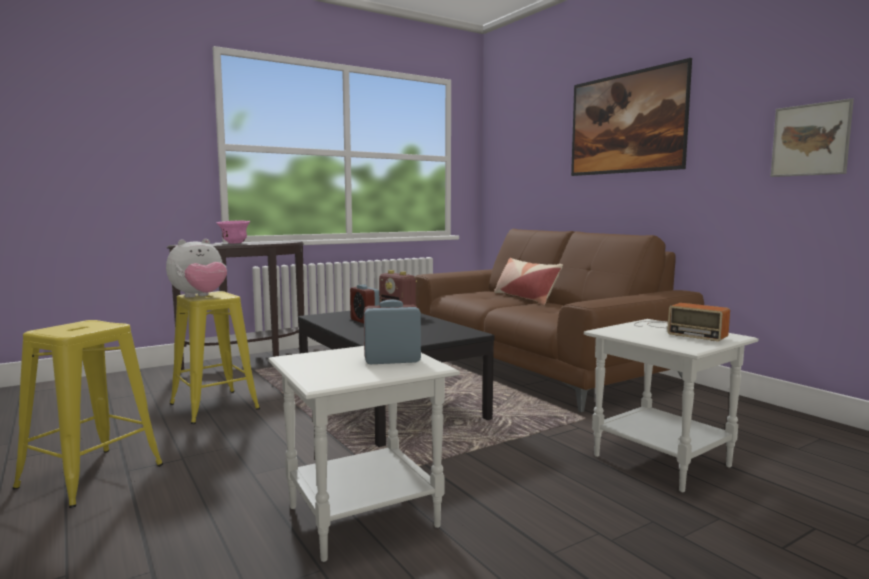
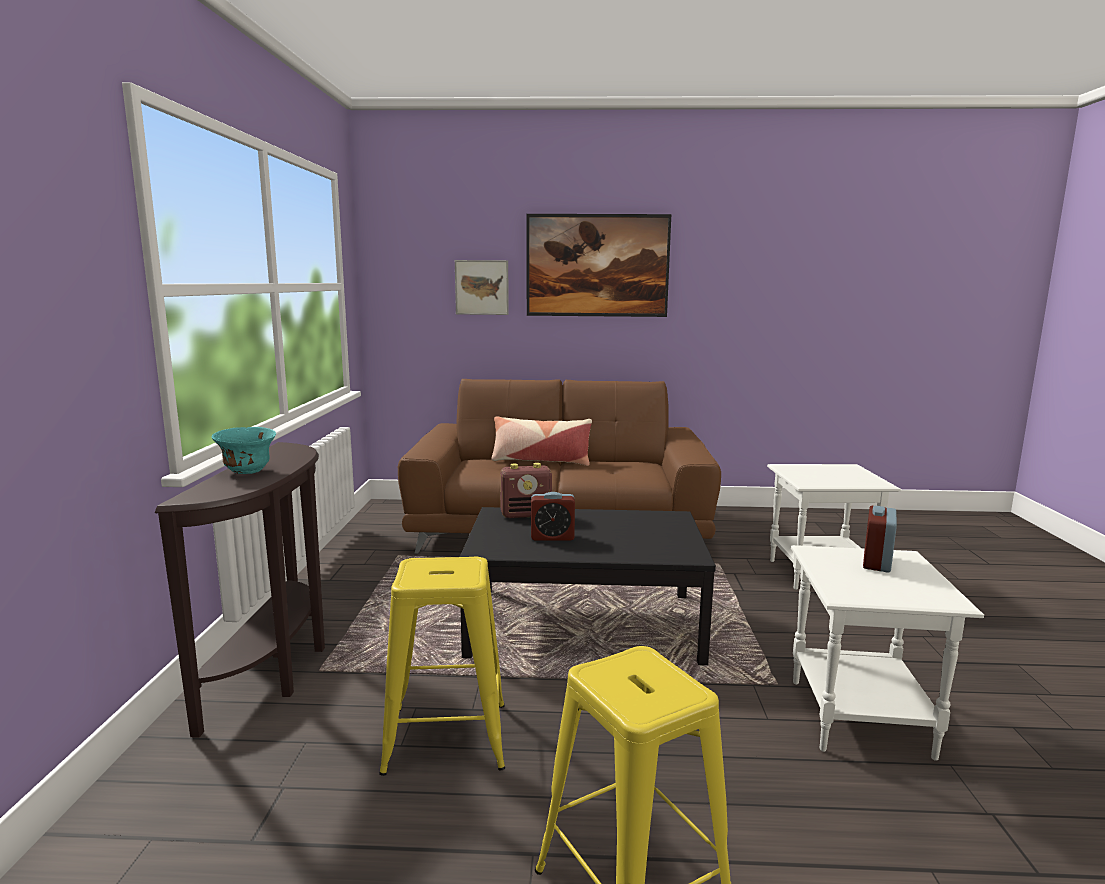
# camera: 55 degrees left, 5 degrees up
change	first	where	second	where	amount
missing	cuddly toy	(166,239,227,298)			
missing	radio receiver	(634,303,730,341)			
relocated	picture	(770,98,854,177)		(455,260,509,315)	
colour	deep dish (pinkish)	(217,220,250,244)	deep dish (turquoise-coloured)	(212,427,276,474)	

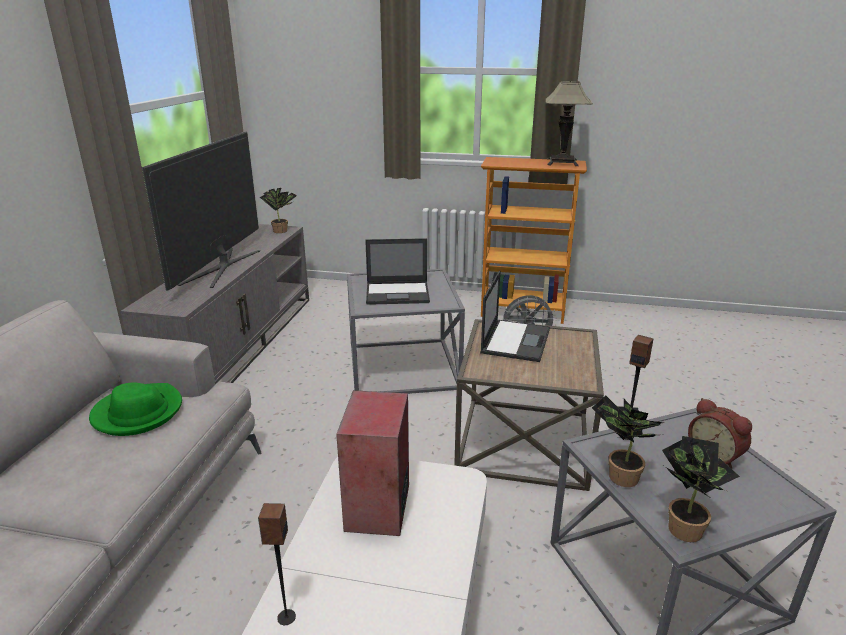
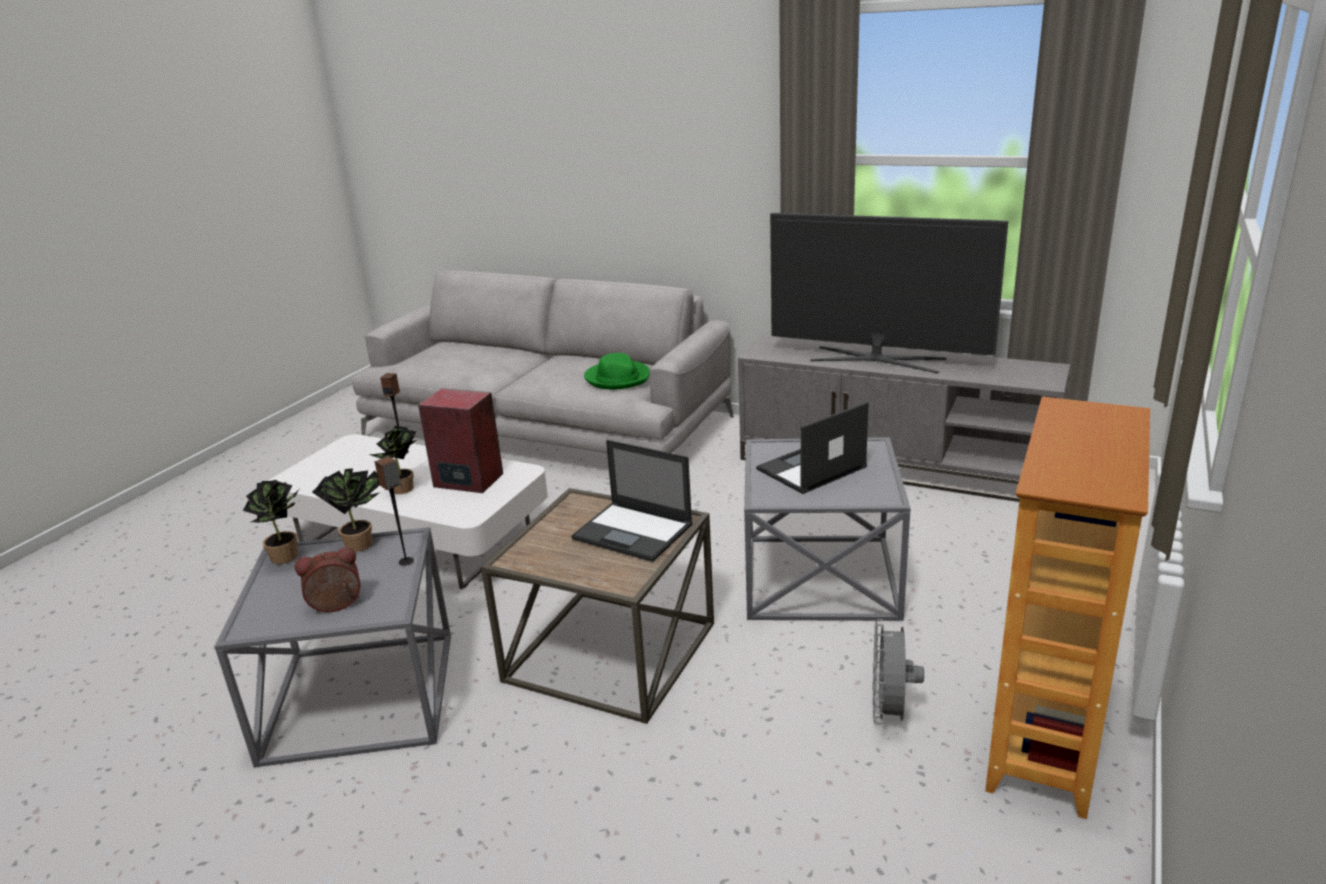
# camera: 105 degrees right, 0 degrees up
change	first	where	second	where	amount
missing	tabletop lamp	(546,81,593,166)			
relocated	plant in a pot	(260,188,297,233)		(369,426,417,494)	
spun	portable computer	(365,238,430,305)		(756,402,869,494)	45 degrees clockwise

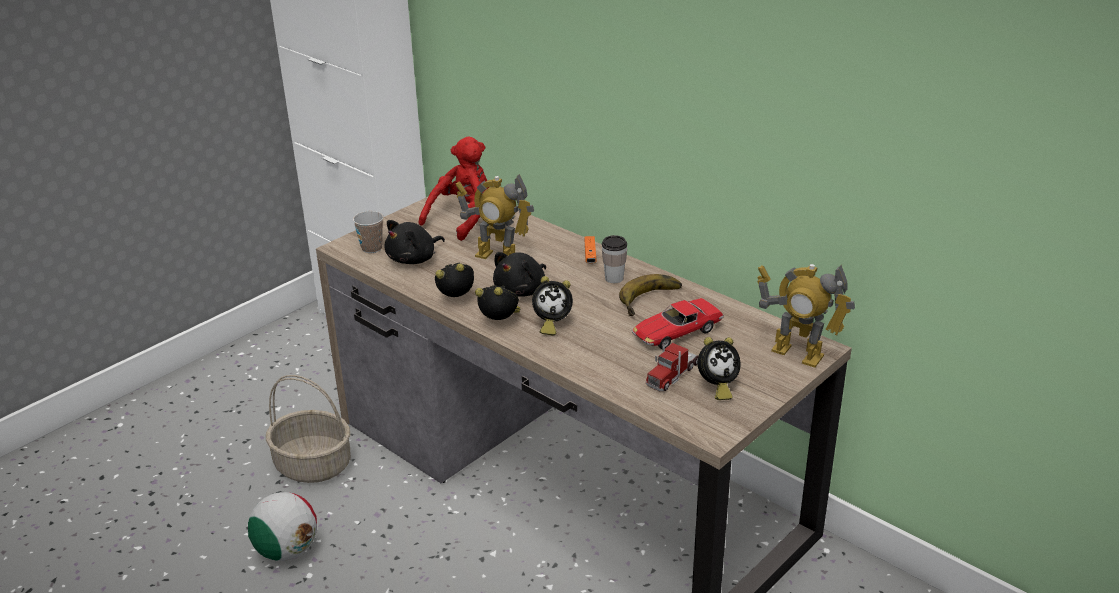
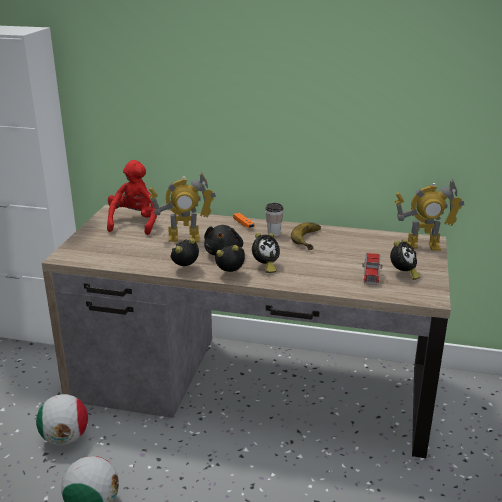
# camera: 30 degrees left, 5 degrees down
change	first	where	second	where	amount
missing	cup	(353,211,383,253)			
missing	cuddly toy (black-coloured)	(384,220,445,264)			
missing	model car	(632,298,724,349)			
exchanged	storage basket	(266,375,351,483)	ball for football	(36,394,88,446)	

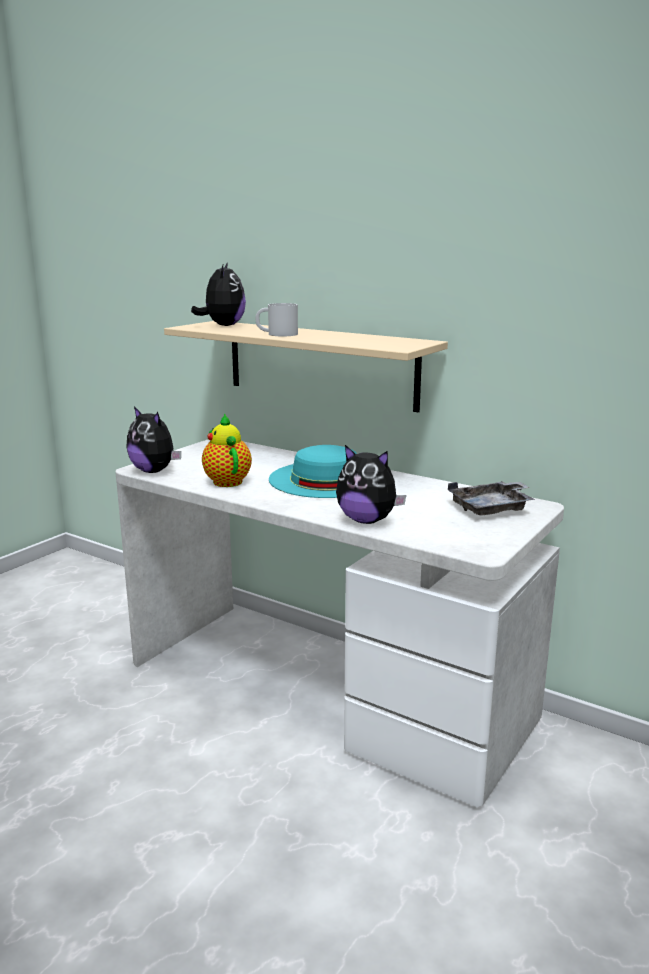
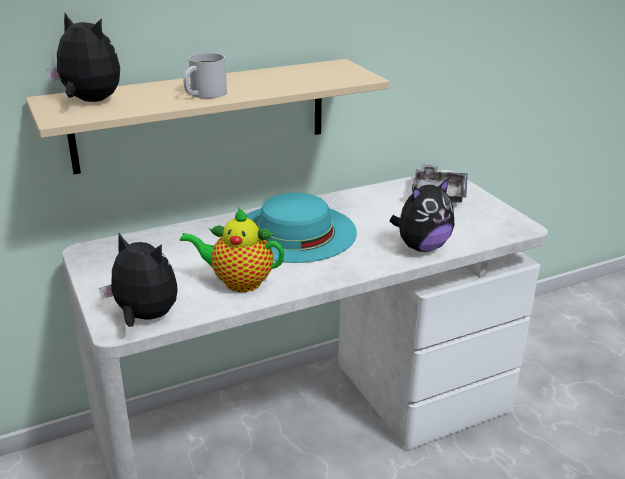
# camera: 60 degrees left, 10 degrees up
change	first	where	second	where	amount
spun	cuddly toy	(126,407,181,473)		(99,233,178,327)	135 degrees counterclockwise

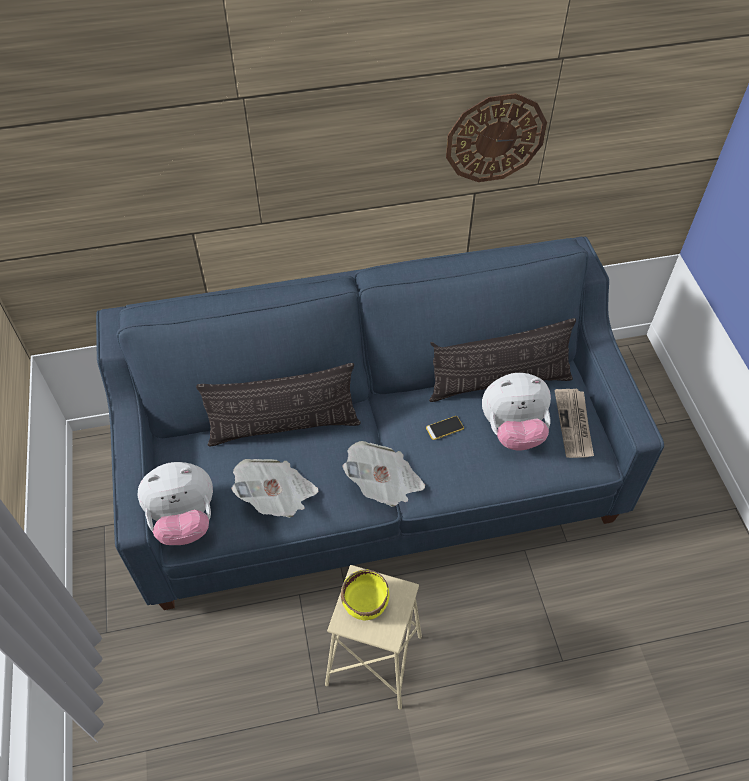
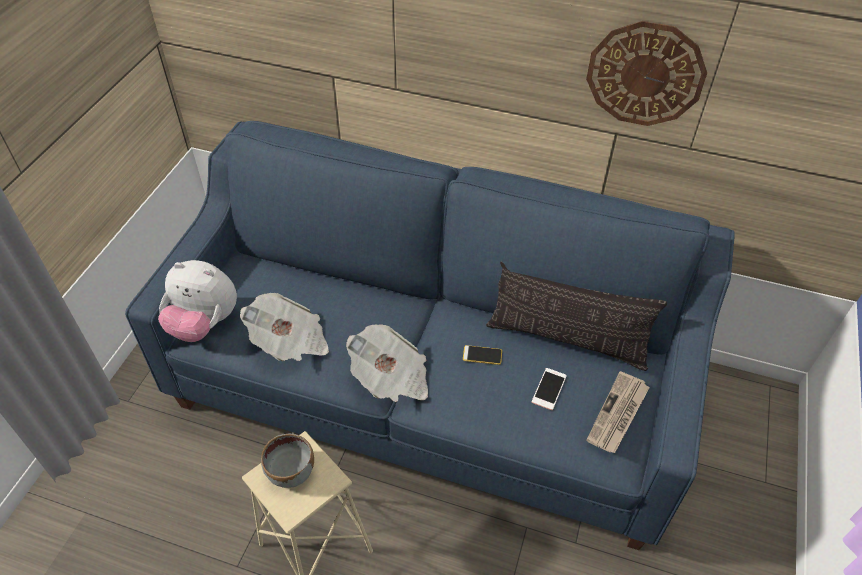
# camera: 30 degrees right, 5 degrees down
change	first	where	second	where	amount
missing	pillow	(196,363,361,447)			
exchanged	cuddly toy	(482,373,551,451)	phone	(532,368,567,410)	
colour	deep dish (yellow)	(341,569,389,621)	deep dish (greyish)	(261,433,314,488)	

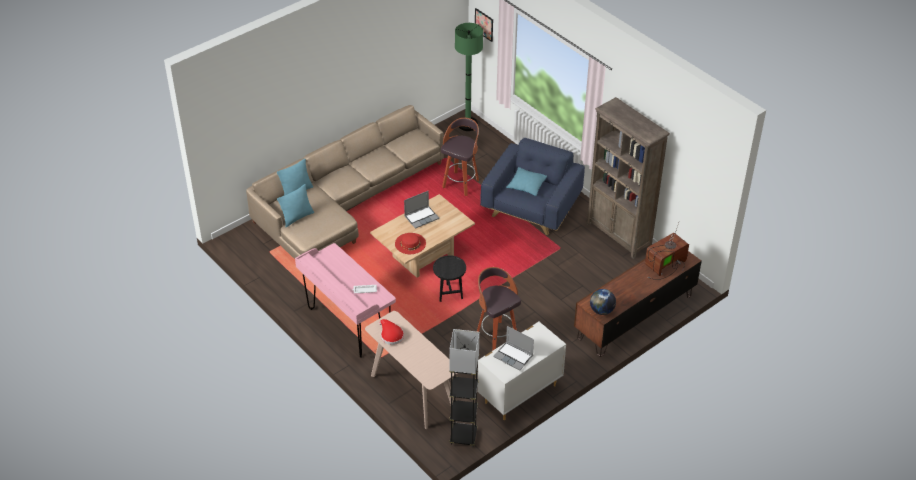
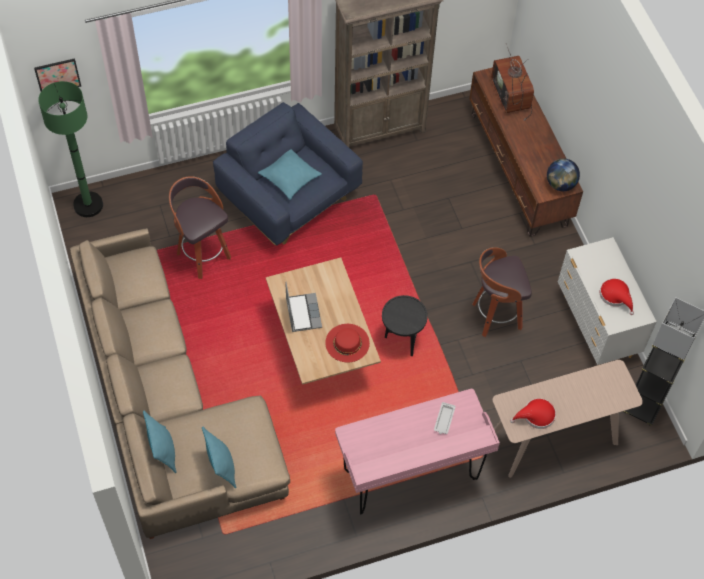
# camera: 70 degrees left, 15 degrees up
change	first	where	second	where	amount
exchanged	portable computer	(493,326,534,371)	clothing hat (reddish)	(600,279,634,315)	

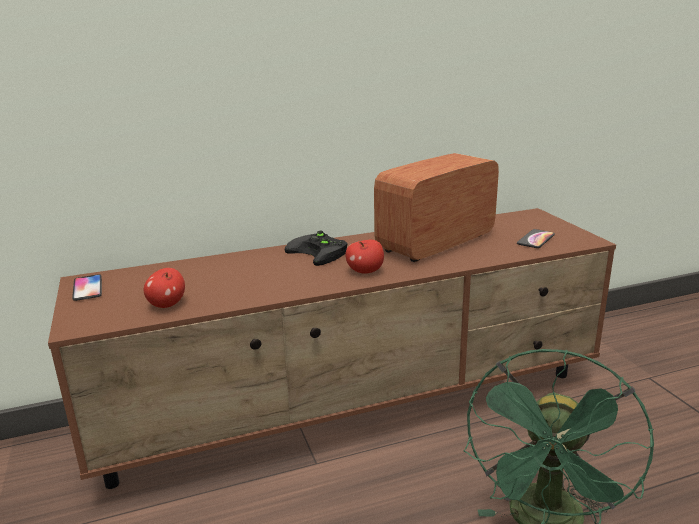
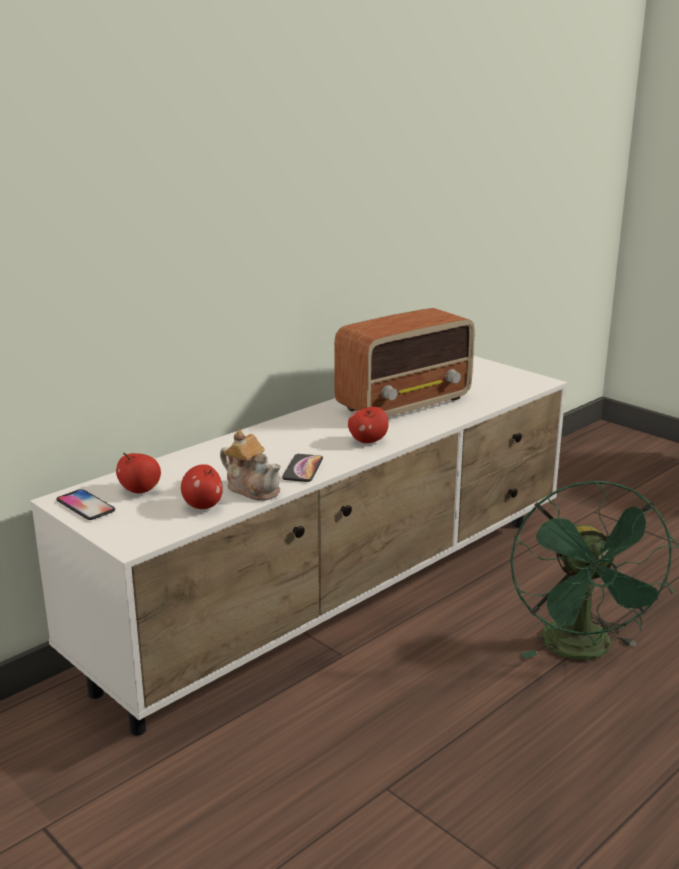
# camera: 25 degrees left, 0 degrees up
change	first	where	second	where	amount
missing	joypad (black-coloured)	(285,231,348,266)			
appeared			apple fruit	(116,453,161,493)	
appeared			teapot	(220,430,281,501)	
relocated	phone	(517,229,555,248)		(282,454,323,482)	
colour	media console (brownish)	(48,208,616,489)	media console (white)	(30,356,567,736)	
spun	radio receiver	(374,153,499,262)		(334,308,475,417)	150 degrees counterclockwise

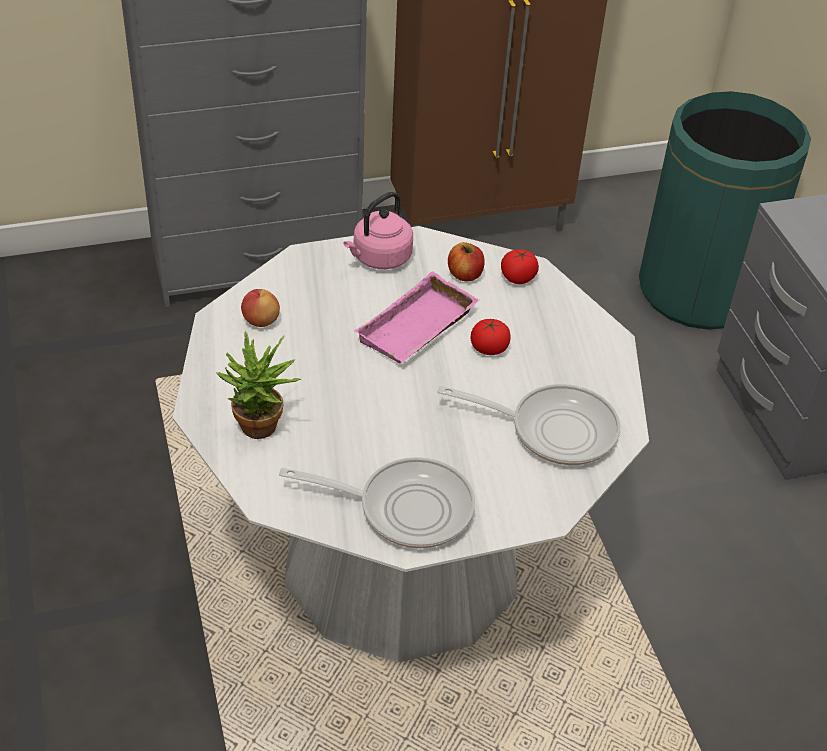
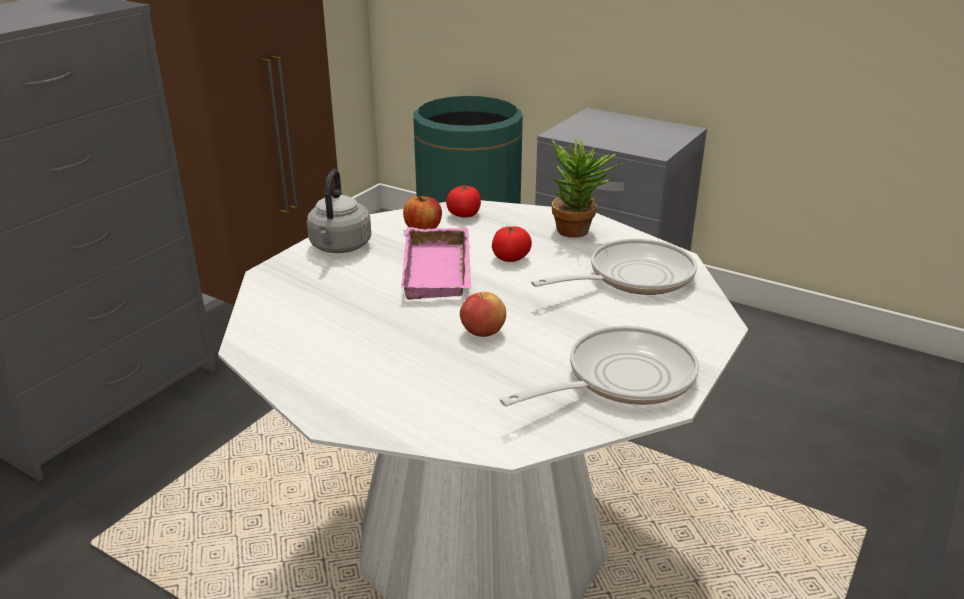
# camera: 40 degrees left, 15 degrees down
change	first	where	second	where	amount
relocated	plant in a pot	(216,331,301,439)		(552,136,623,238)	
relocated	apple fruit	(241,289,280,327)		(460,292,506,337)	
colour	kettle (pinkish)	(343,192,413,269)	kettle (greyish)	(307,169,371,253)	

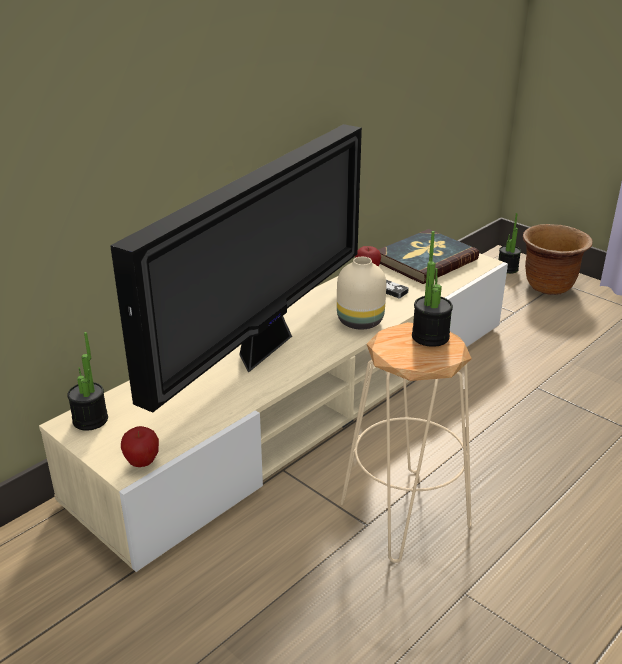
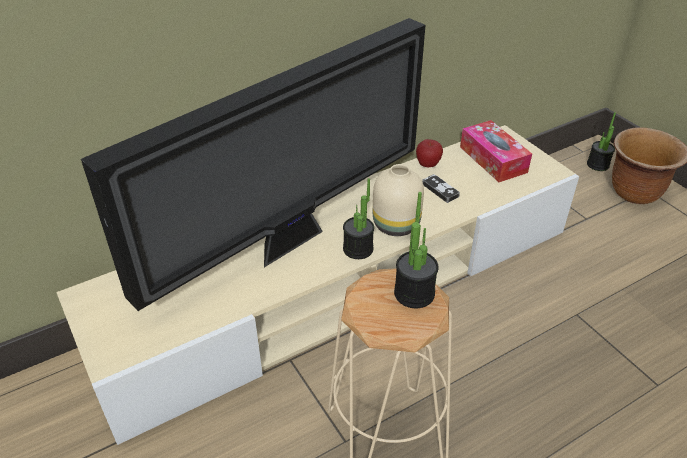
# camera: 15 degrees right, 10 degrees up
change	first	where	second	where	amount
missing	apple fruit	(121,426,159,467)			
relocated	plant in a pot	(67,332,108,431)		(343,178,374,259)	
exchanged	volume	(378,229,479,284)	tissue holder	(460,120,532,182)	

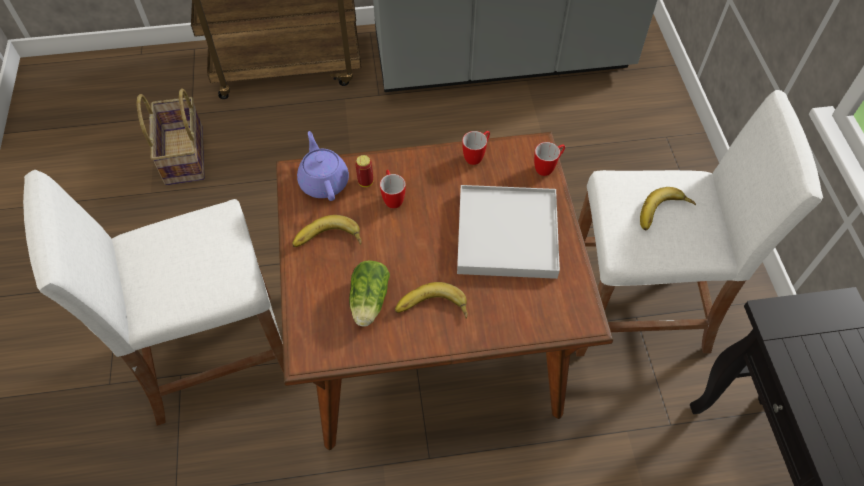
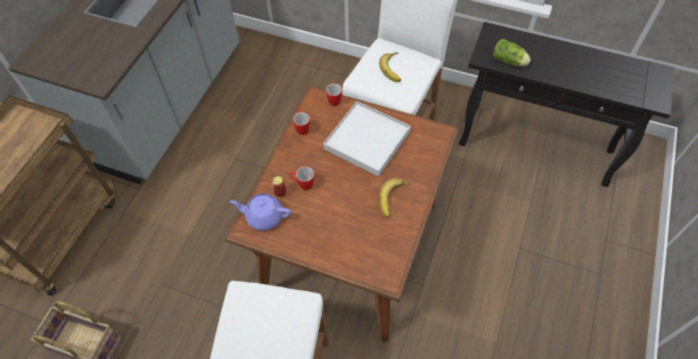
# camera: 60 degrees left, 0 degrees up
change	first	where	second	where	amount
missing	whole banana	(292,215,362,247)			
relocated	head of lettuce	(349,260,390,327)		(493,39,531,66)	

